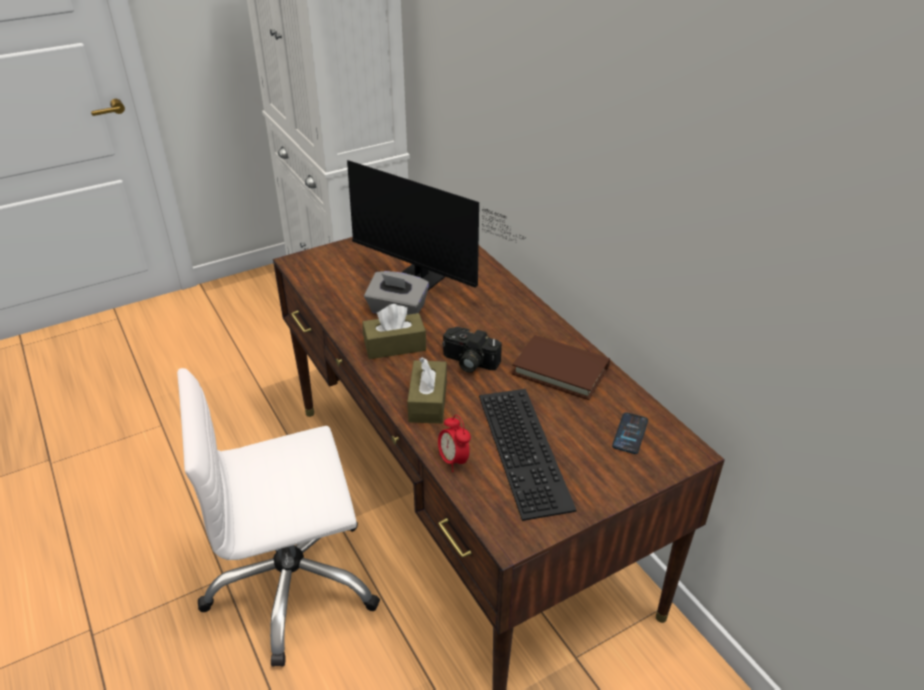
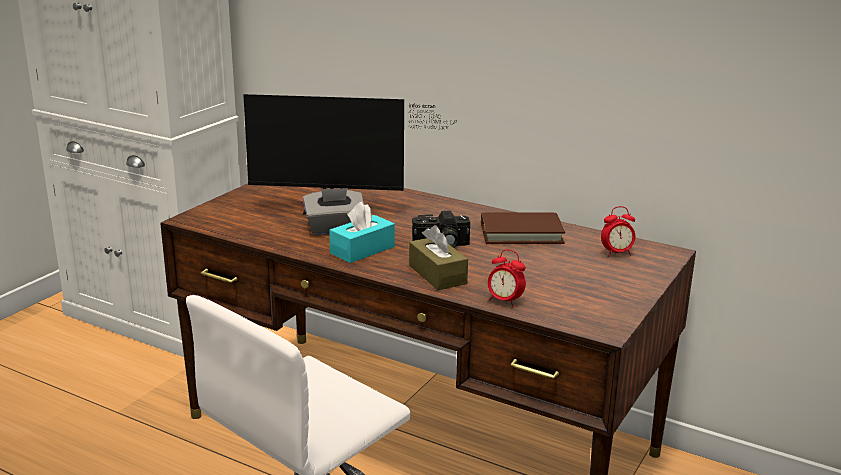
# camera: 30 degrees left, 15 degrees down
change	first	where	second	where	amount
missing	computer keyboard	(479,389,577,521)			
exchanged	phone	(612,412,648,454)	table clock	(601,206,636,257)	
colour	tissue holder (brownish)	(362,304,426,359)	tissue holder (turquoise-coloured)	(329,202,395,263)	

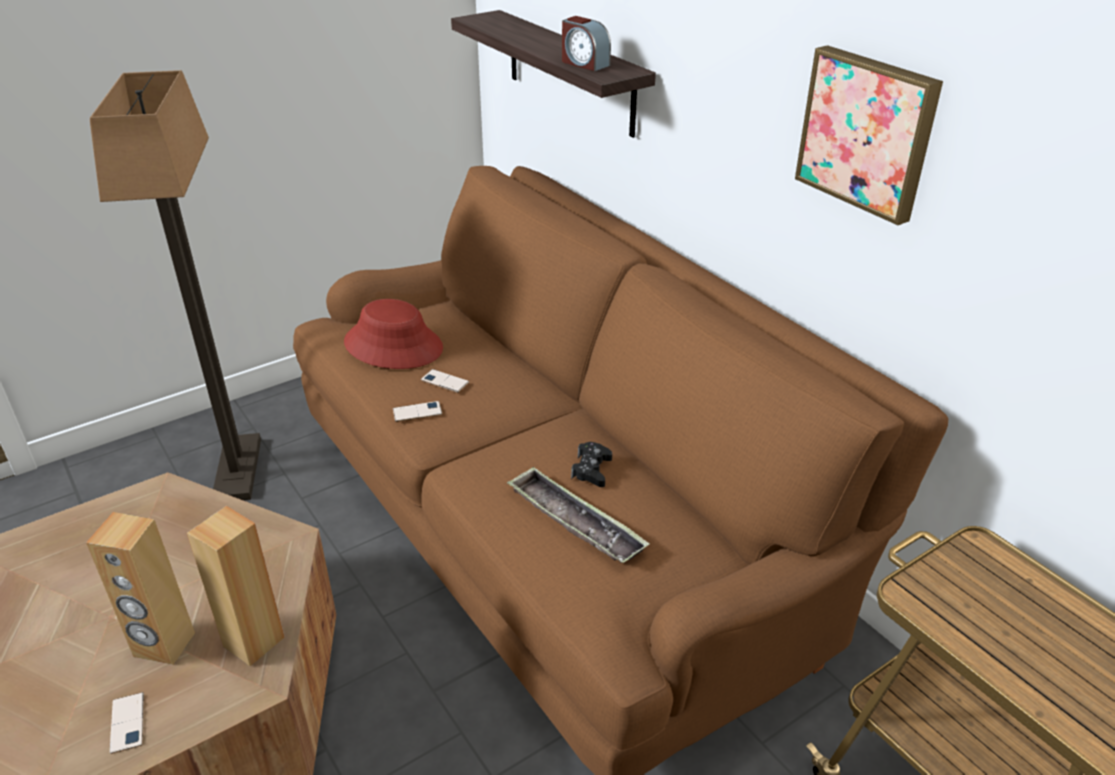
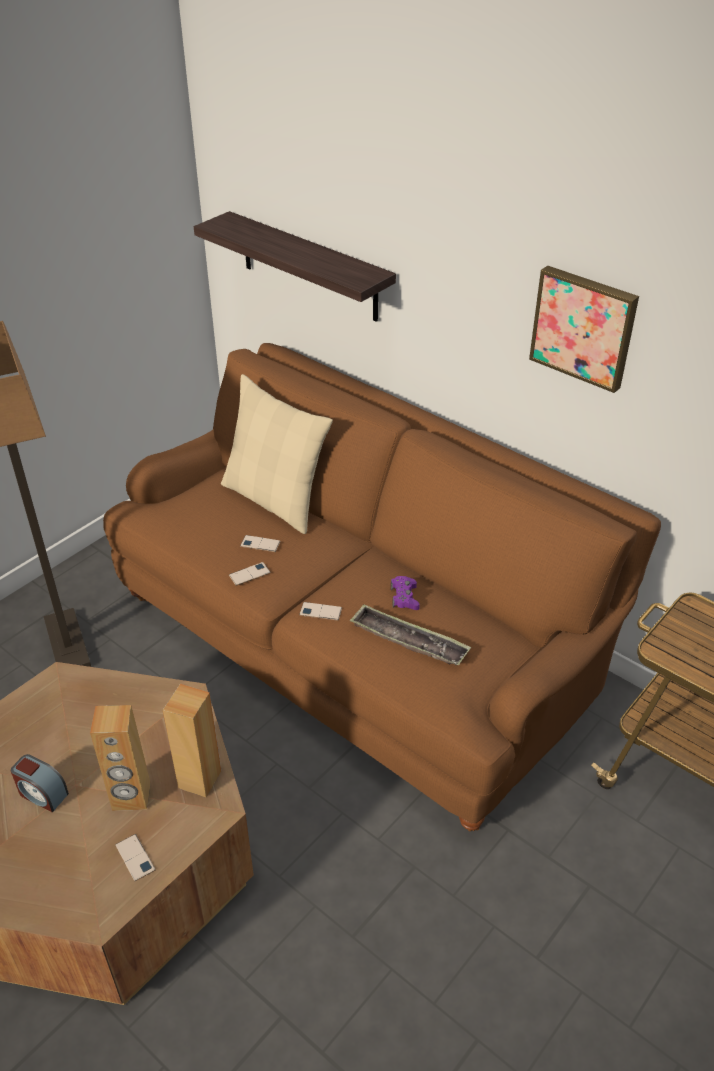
# camera: 15 degrees left, 5 degrees up
change	first	where	second	where	amount
missing	clothing hat (reddish)	(344,299,443,369)			
appeared			pillow (beige-coloured)	(221,374,333,534)	
appeared			phone	(299,602,342,621)	
relocated	table clock	(562,16,611,71)		(11,754,69,812)	
colour	joypad (black-coloured)	(571,442,612,487)	joypad (purple)	(391,576,420,610)	

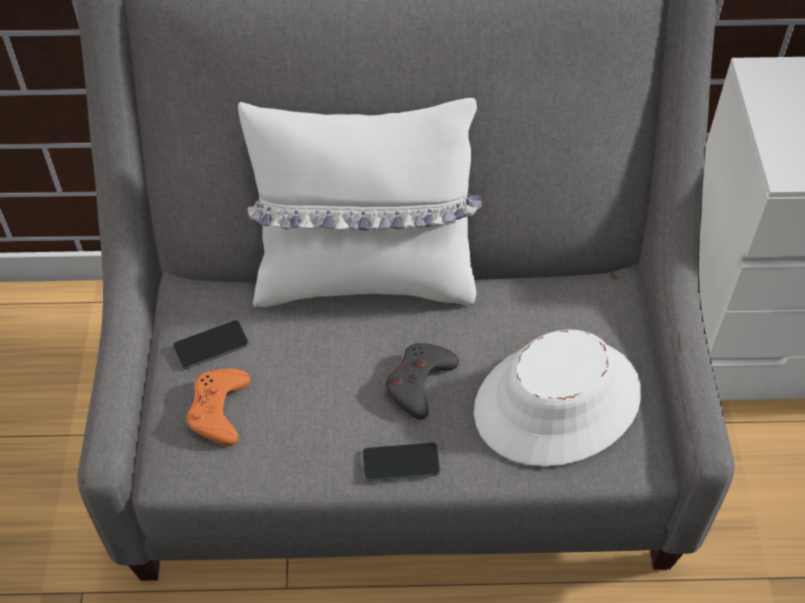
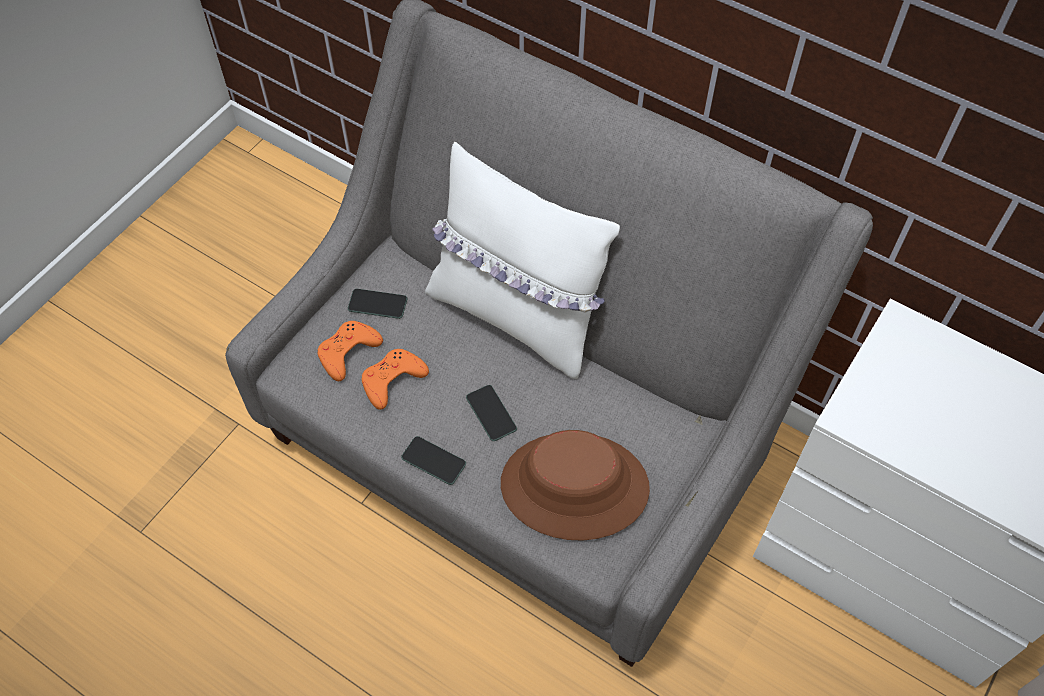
# camera: 35 degrees right, 5 degrees up
change	first	where	second	where	amount
appeared			joypad (orangey)	(362,349,429,410)	
exchanged	joypad (greyish)	(386,343,459,420)	phone	(466,385,517,441)	
colour	clothing hat (white)	(474,329,641,466)	clothing hat (brownish)	(501,430,650,540)	

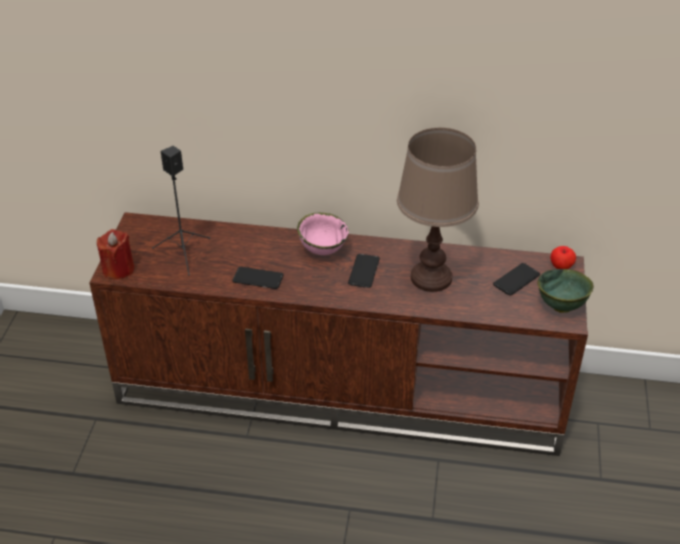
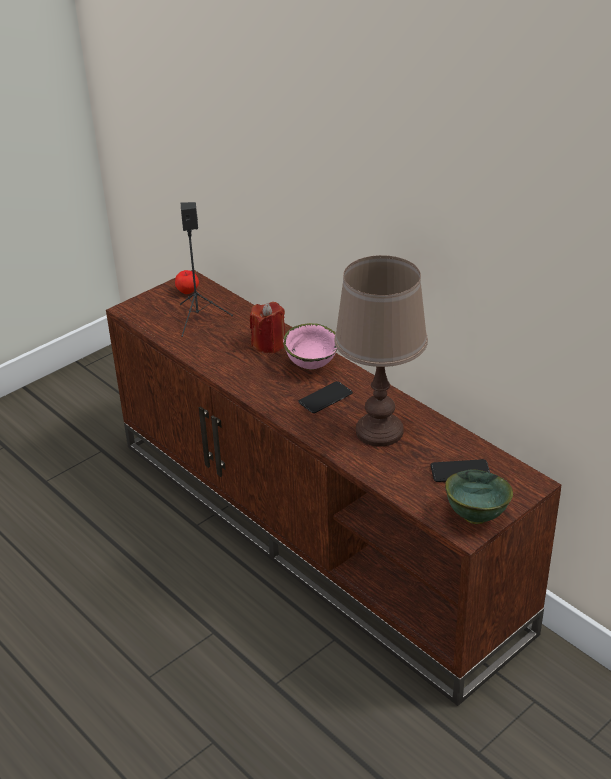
# camera: 40 degrees right, 5 degrees down
change	first	where	second	where	amount
missing	phone	(233,267,283,289)			
relocated	wax candle (reddish)	(97,229,135,279)		(250,302,285,353)	
relocated	apple fruit	(550,246,576,269)		(175,270,199,294)	

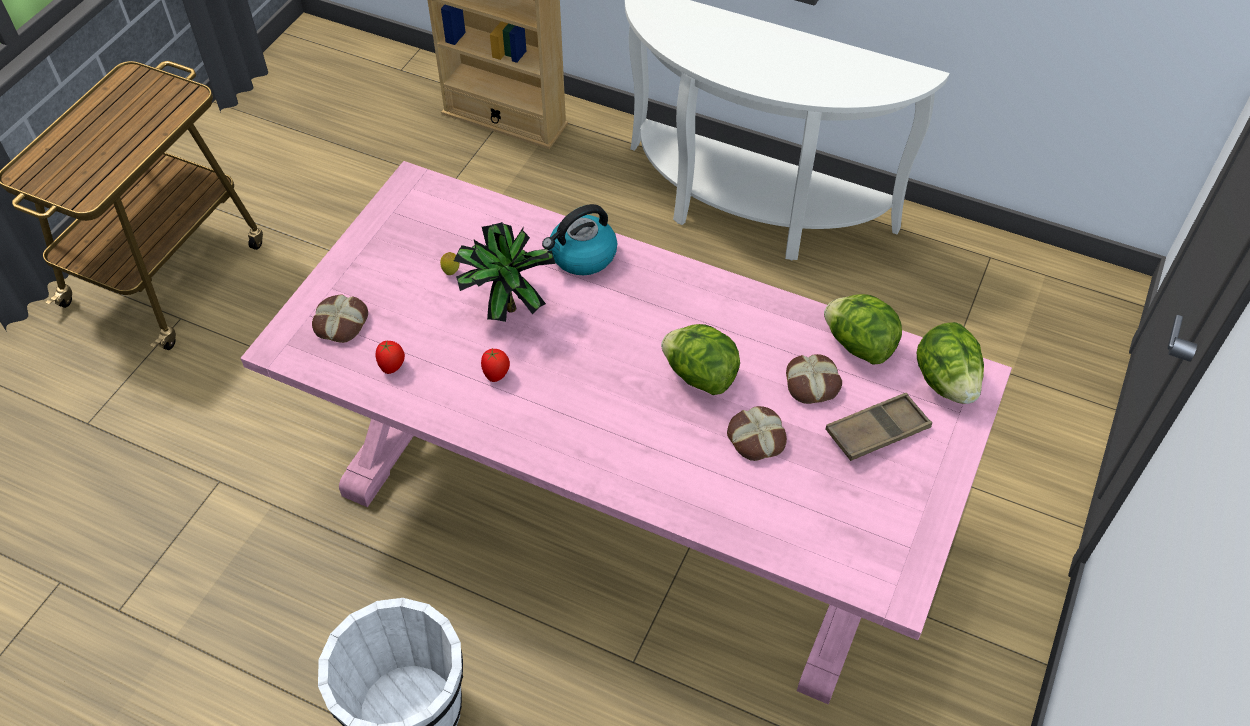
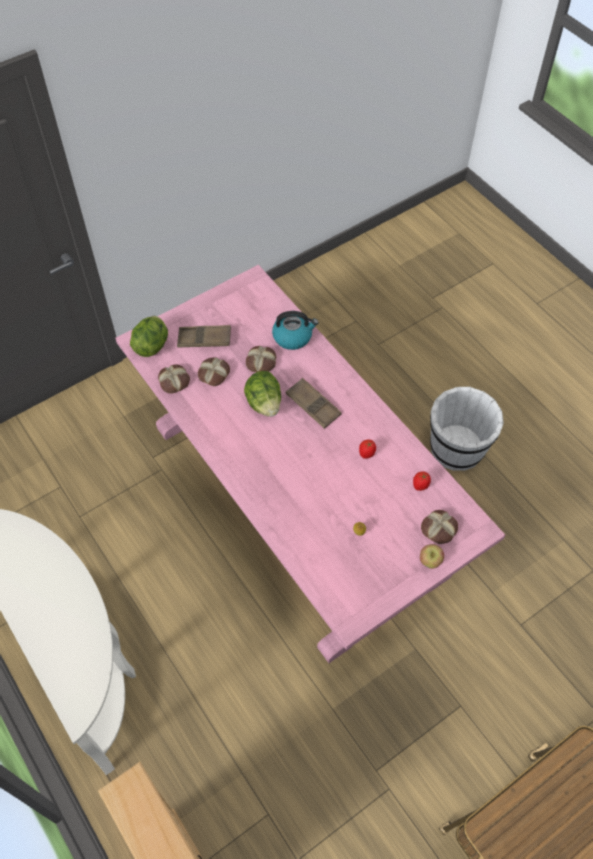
# camera: 150 degrees left, 5 degrees up
change	first	where	second	where	amount
missing	plant in a pot	(454,222,556,322)			
appeared			serving tray (brownish)	(286,378,342,429)	
appeared			apple fruit	(420,544,444,569)	
relocated	kettle	(542,204,617,275)		(272,311,319,350)	
exchanged	head of lettuce	(824,294,902,365)	bakery bread	(158,364,190,394)	

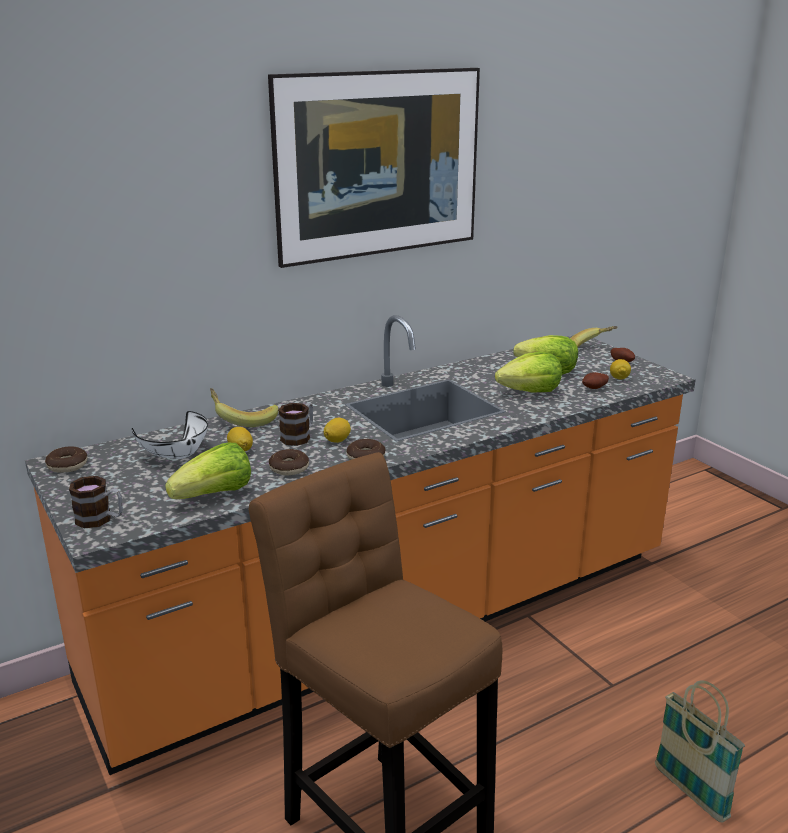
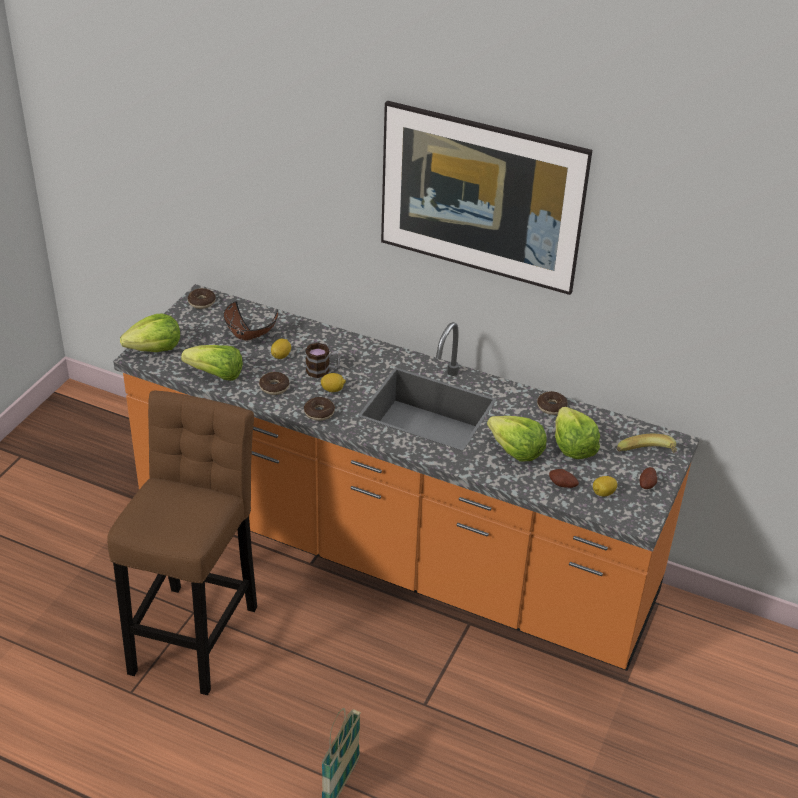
# camera: 55 degrees right, 15 degrees up
change	first	where	second	where	amount
missing	whole banana	(210,388,278,427)			
appeared			doughnut	(537,391,568,415)	
exchanged	tea mug	(69,476,123,528)	head of lettuce	(120,313,180,352)	
colour	deep dish (white)	(132,411,208,459)	deep dish (brownish)	(224,301,278,340)	

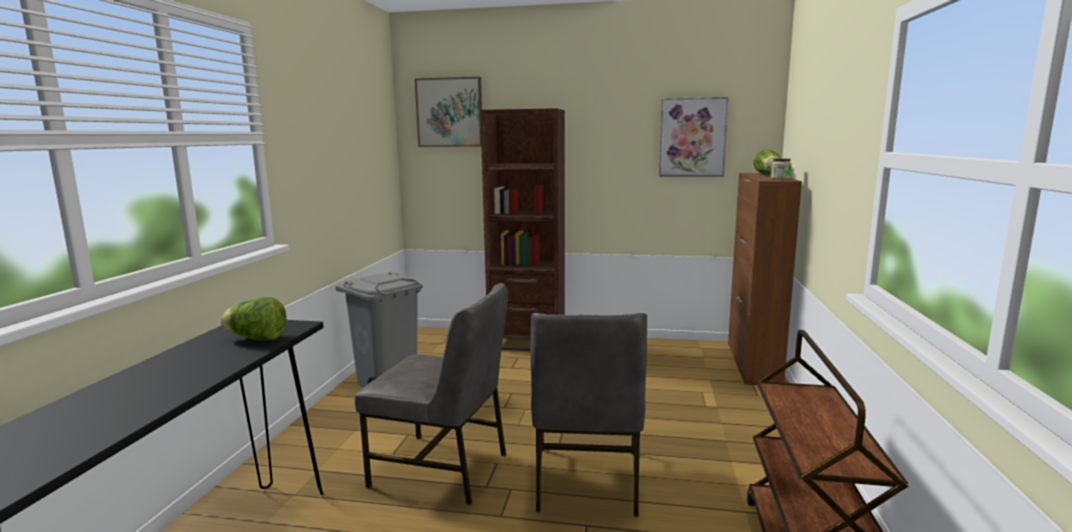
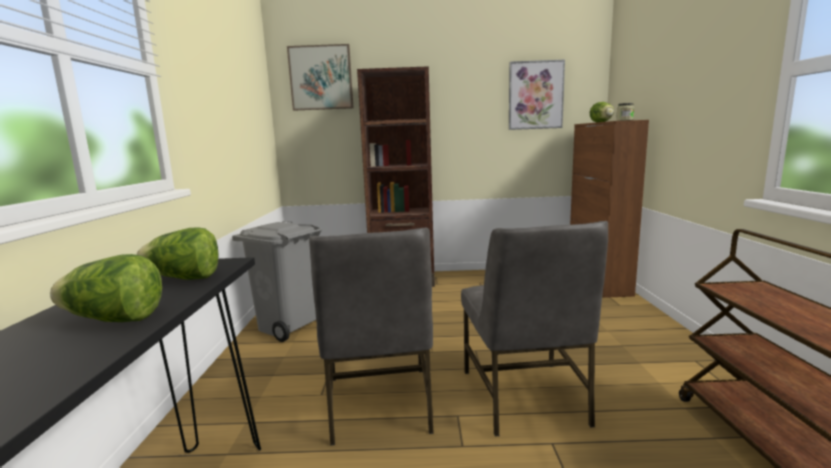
# camera: 10 degrees left, 0 degrees up
change	first	where	second	where	amount
appeared			head of lettuce	(50,254,162,322)	
spun	plain chair (greyish)	(355,283,508,505)		(309,227,434,446)	75 degrees clockwise

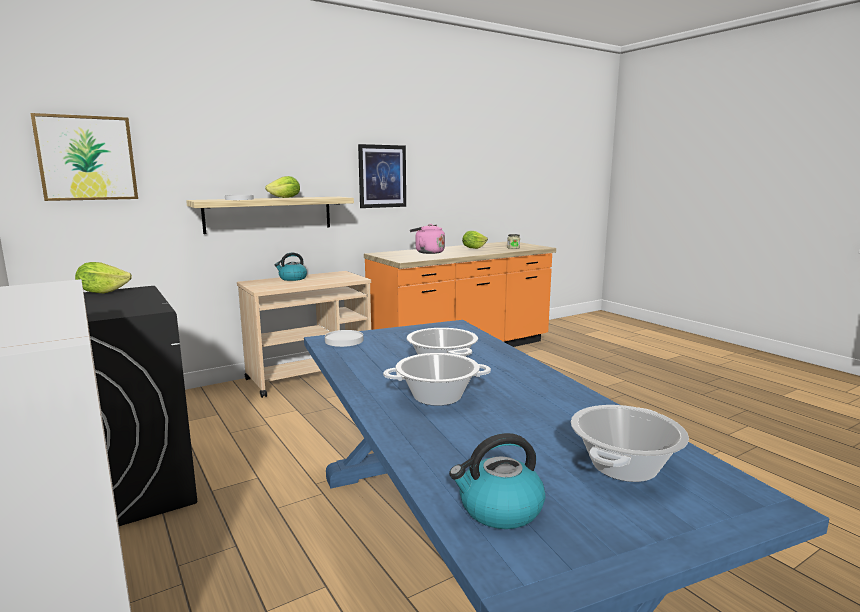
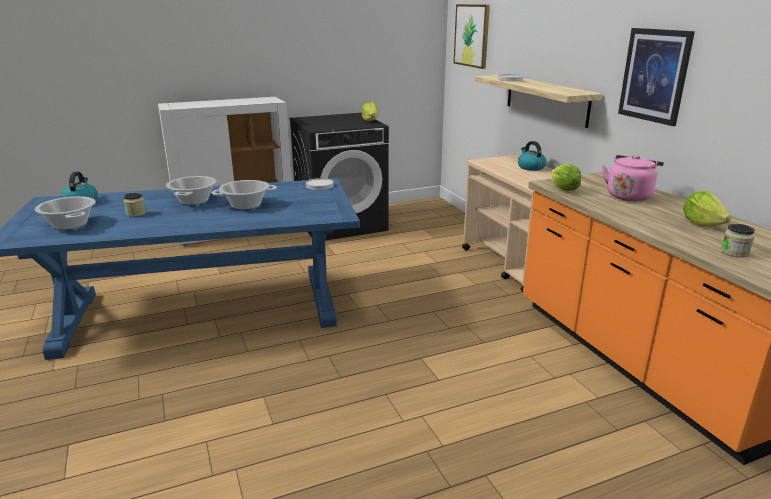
# camera: 100 degrees right, 10 degrees up
change	first	where	second	where	amount
appeared			storage jar	(124,193,146,217)	
relocated	head of lettuce	(265,176,300,198)		(552,164,581,191)	

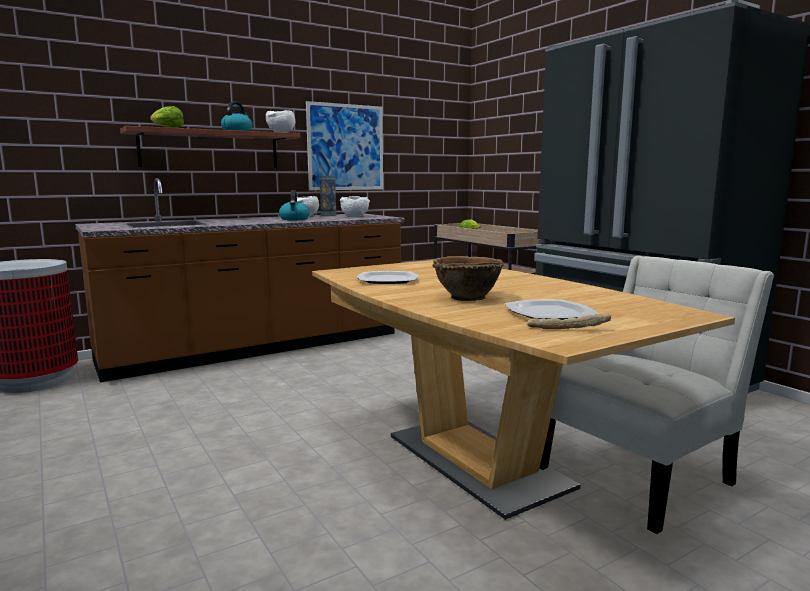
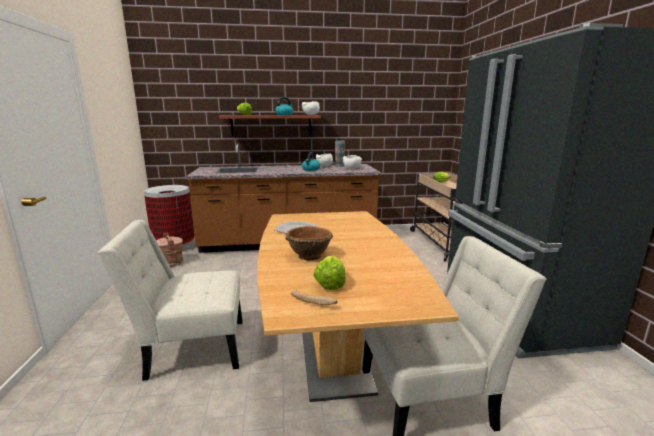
# camera: 25 degrees right, 5 degrees up
change	first	where	second	where	amount
missing	picture	(306,101,383,190)			
appeared			plain chair (white)	(98,220,243,381)	
appeared			bucket (brownish)	(156,233,184,267)	
exchanged	plate	(504,299,599,320)	head of lettuce	(313,256,346,290)	

